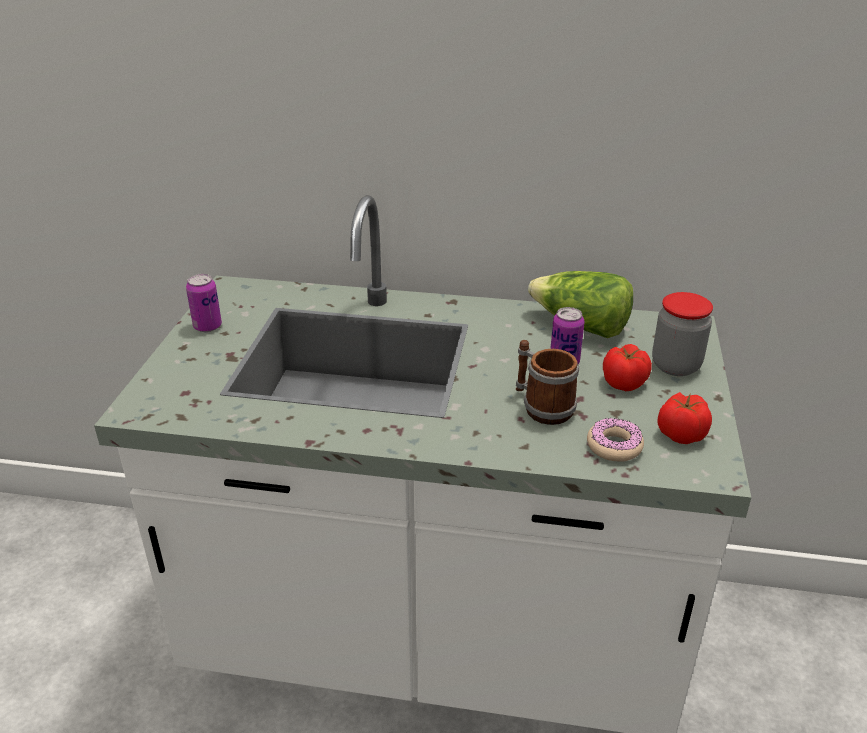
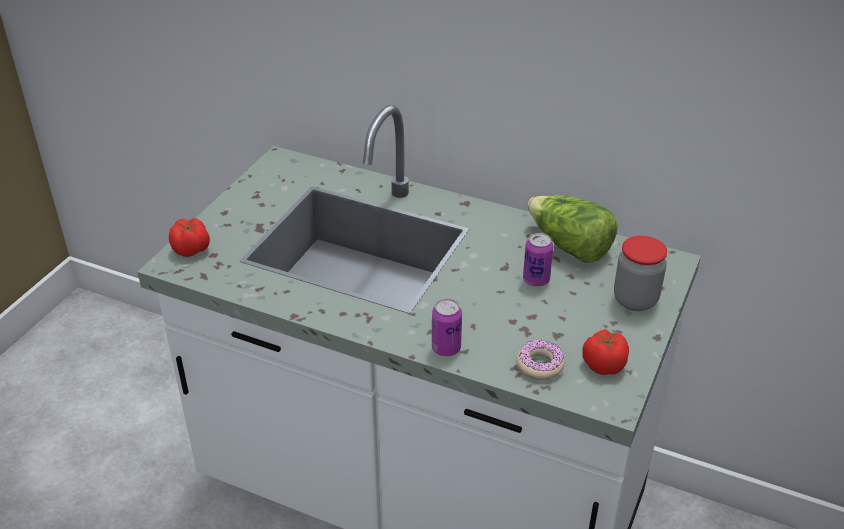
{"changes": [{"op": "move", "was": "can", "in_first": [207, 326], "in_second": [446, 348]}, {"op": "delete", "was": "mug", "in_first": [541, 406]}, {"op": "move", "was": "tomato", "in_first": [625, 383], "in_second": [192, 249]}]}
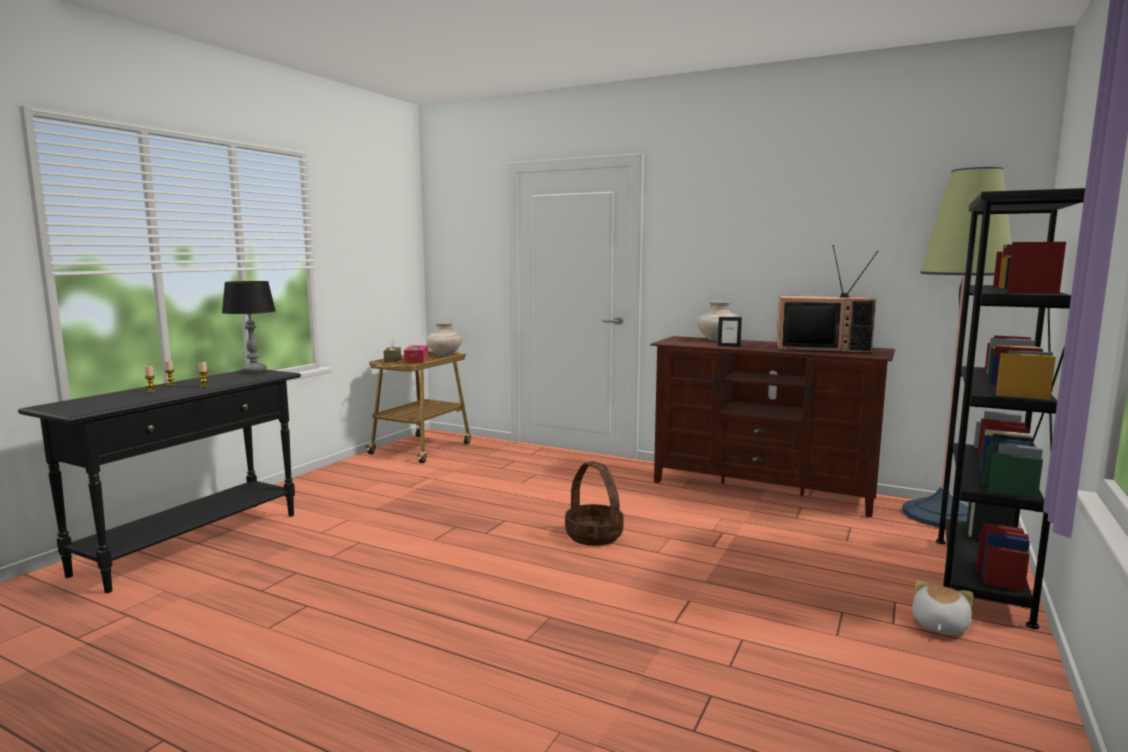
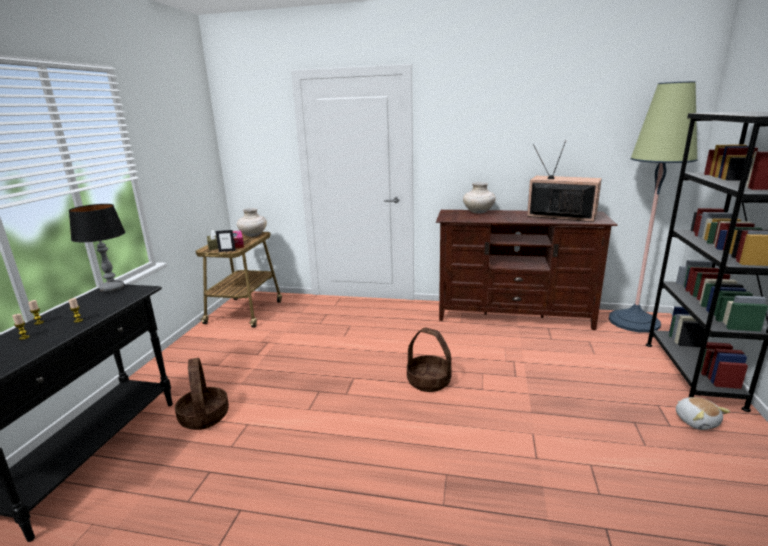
{"changes": [{"op": "rotate", "was": "television", "in_first": [823, 348], "in_second": [560, 216], "clockwise": -150}, {"op": "move", "was": "picture frame", "in_first": [728, 346], "in_second": [227, 251]}, {"op": "rotate", "was": "plush toy", "in_first": [938, 625], "in_second": [696, 421], "clockwise": 150}, {"op": "insert", "now": "basket", "in_second": [204, 416]}]}
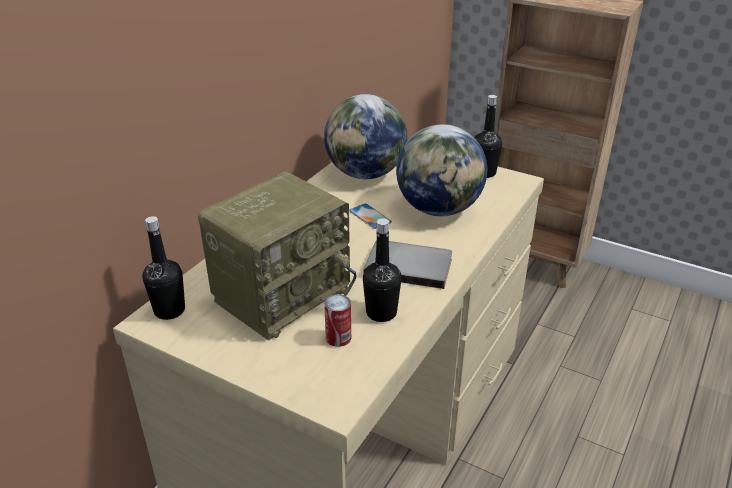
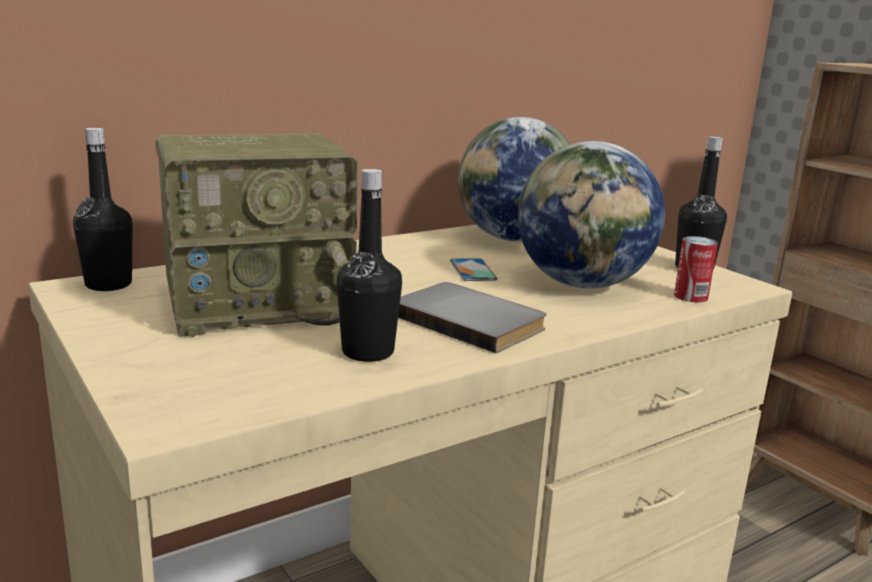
{"changes": [{"op": "move", "was": "can", "in_first": [338, 337], "in_second": [691, 296]}]}
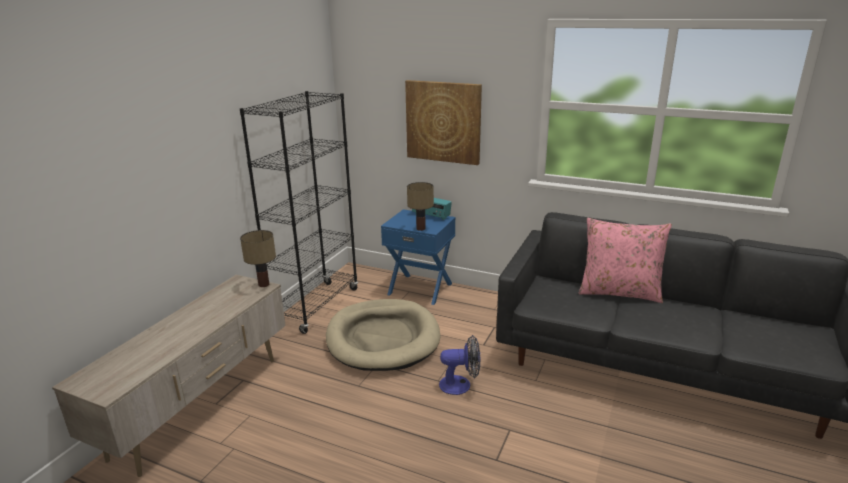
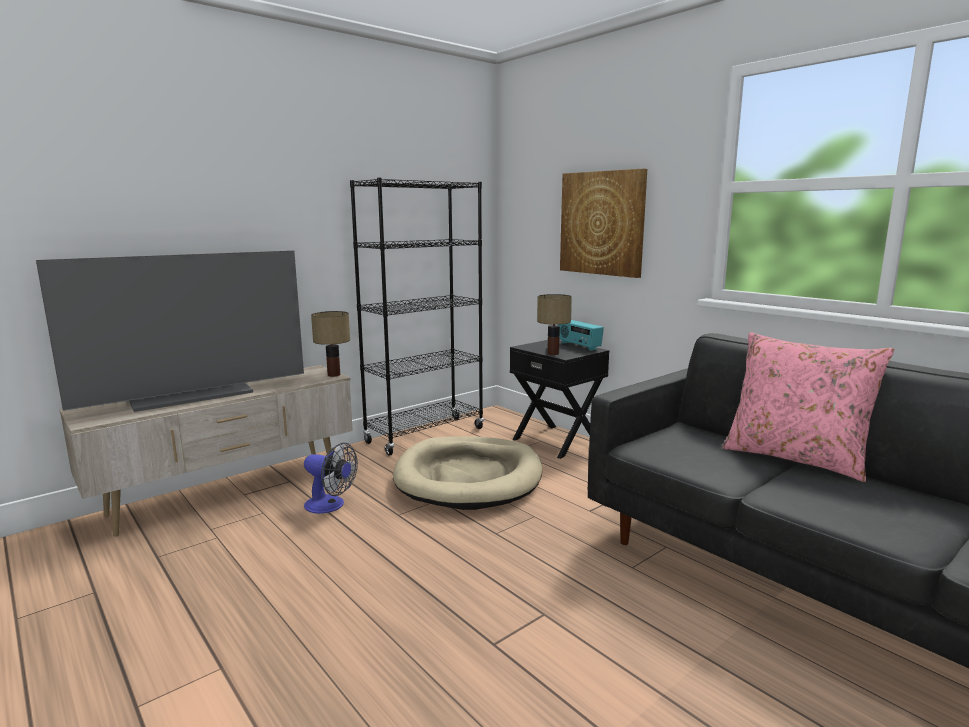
{"changes": [{"op": "recolor", "was": "blue nightstand", "now": "black nightstand", "in_first": [420, 288], "in_second": [557, 441]}, {"op": "move", "was": "fan", "in_first": [461, 385], "in_second": [330, 506]}, {"op": "insert", "now": "television", "in_second": [193, 395]}]}
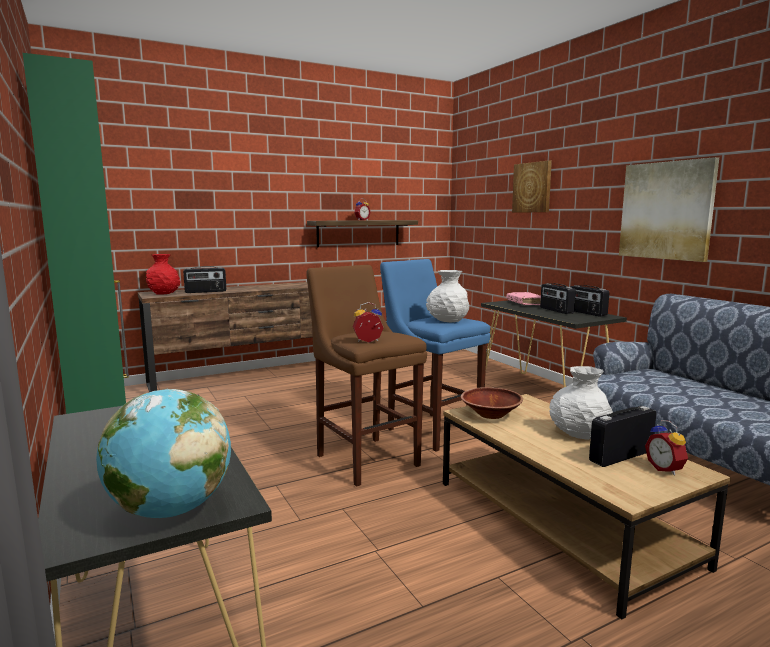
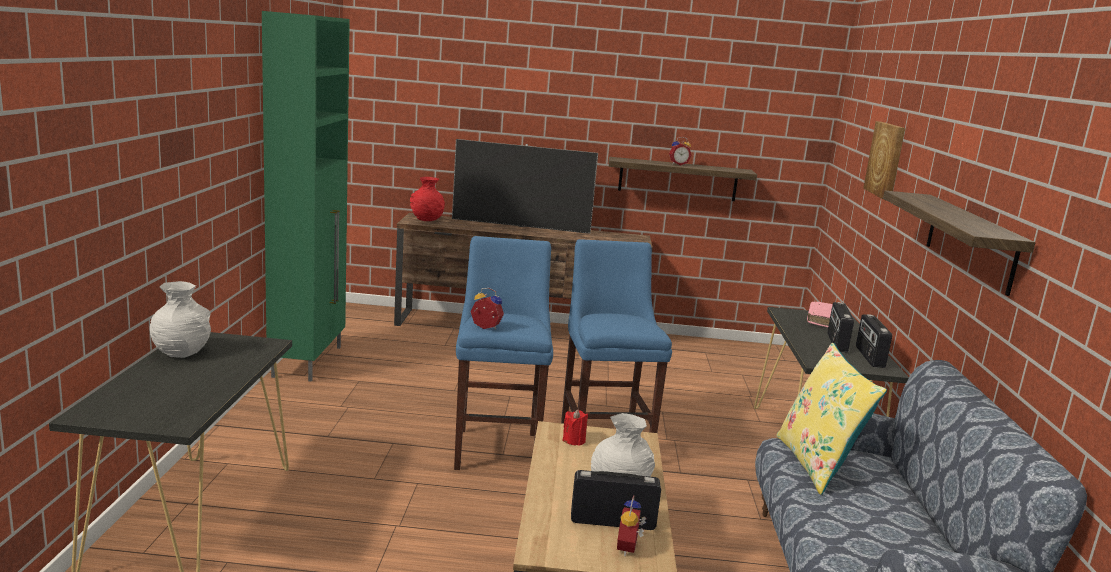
{"changes": [{"op": "replace", "was": "picture", "now": "shelf", "in_first": [666, 210], "in_second": [970, 242]}, {"op": "recolor", "was": "brown stool", "now": "blue stool", "in_first": [365, 458], "in_second": [497, 448]}, {"op": "delete", "was": "radio", "in_first": [205, 292]}, {"op": "move", "was": "white vase", "in_first": [447, 320], "in_second": [181, 351]}, {"op": "replace", "was": "brown bowl", "now": "red candle", "in_first": [491, 414], "in_second": [574, 440]}, {"op": "delete", "was": "globe", "in_first": [170, 510]}, {"op": "insert", "now": "television", "in_second": [520, 226]}, {"op": "insert", "now": "yellow pillow", "in_second": [817, 464]}]}
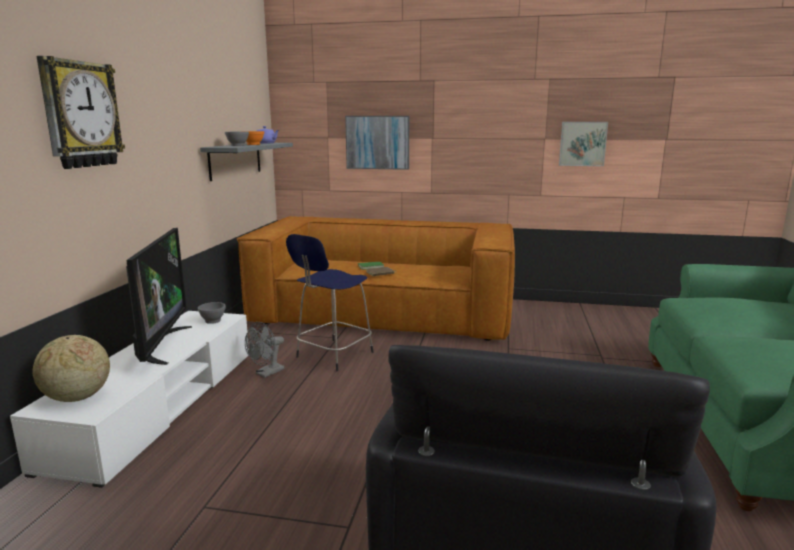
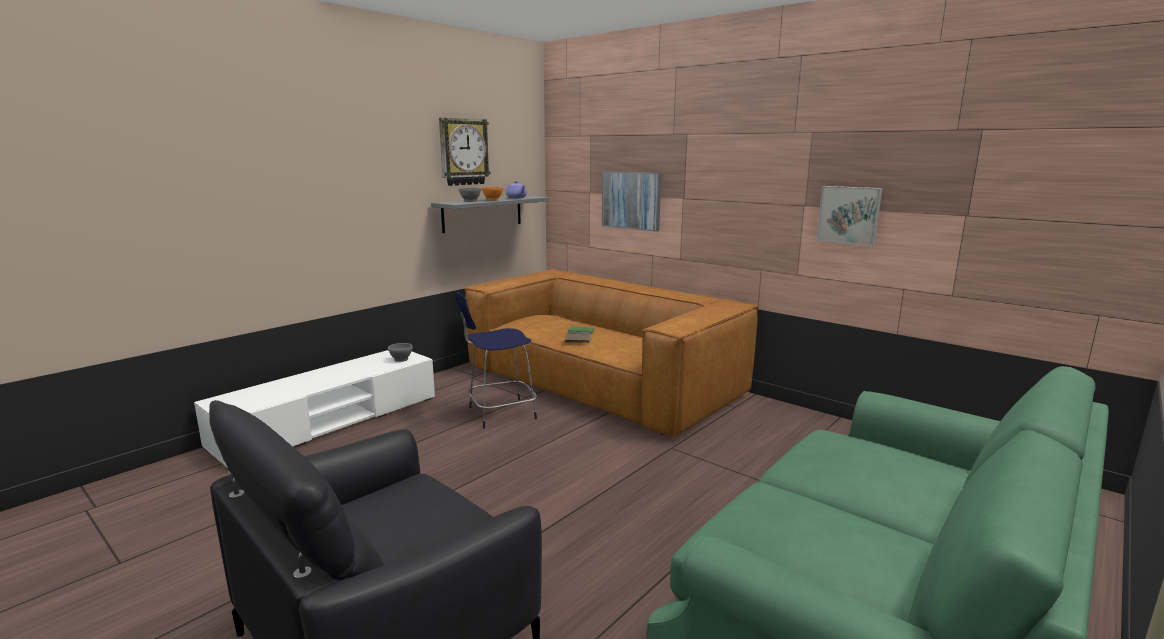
{"changes": [{"op": "move", "was": "wall clock", "in_first": [80, 114], "in_second": [463, 152]}, {"op": "delete", "was": "television", "in_first": [161, 345]}, {"op": "delete", "was": "grey fan", "in_first": [266, 373]}, {"op": "delete", "was": "globe", "in_first": [77, 398]}]}
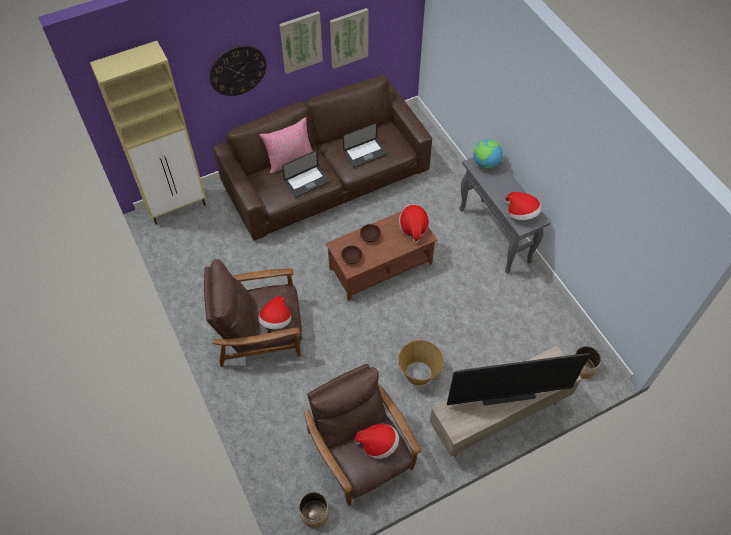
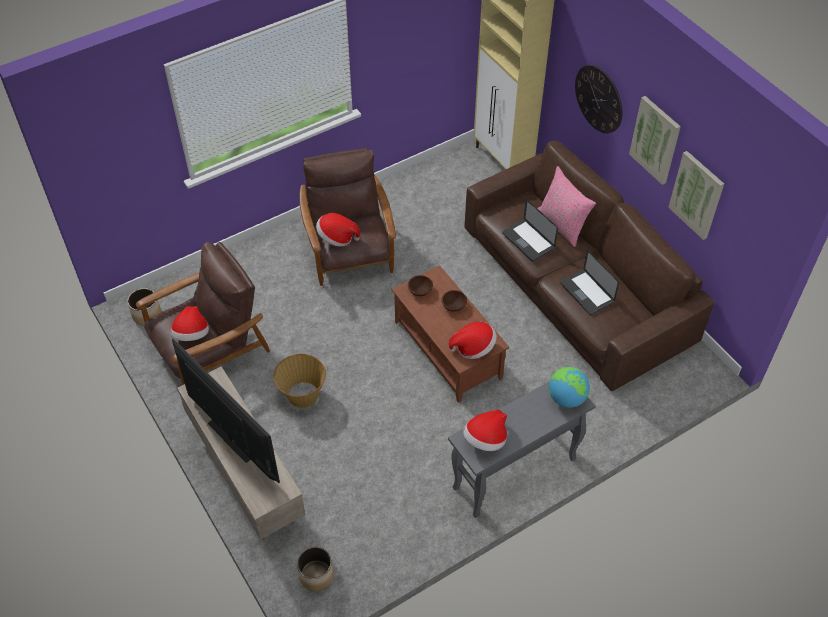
{"changes": [{"op": "rotate", "was": "television", "in_first": [508, 397], "in_second": [231, 439], "clockwise": 150}]}
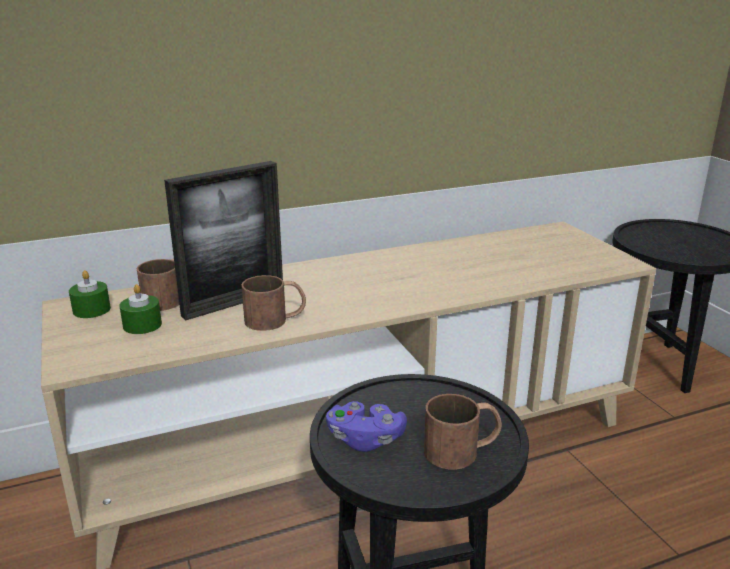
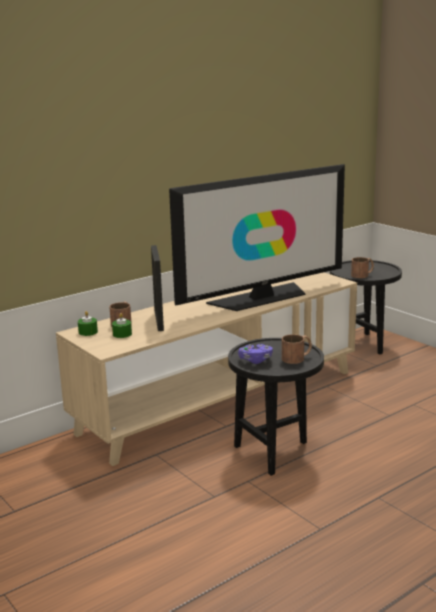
{"changes": [{"op": "rotate", "was": "picture frame", "in_first": [234, 303], "in_second": [159, 321], "clockwise": 135}, {"op": "move", "was": "brown mug", "in_first": [276, 319], "in_second": [363, 274]}, {"op": "insert", "now": "television", "in_second": [261, 298]}]}
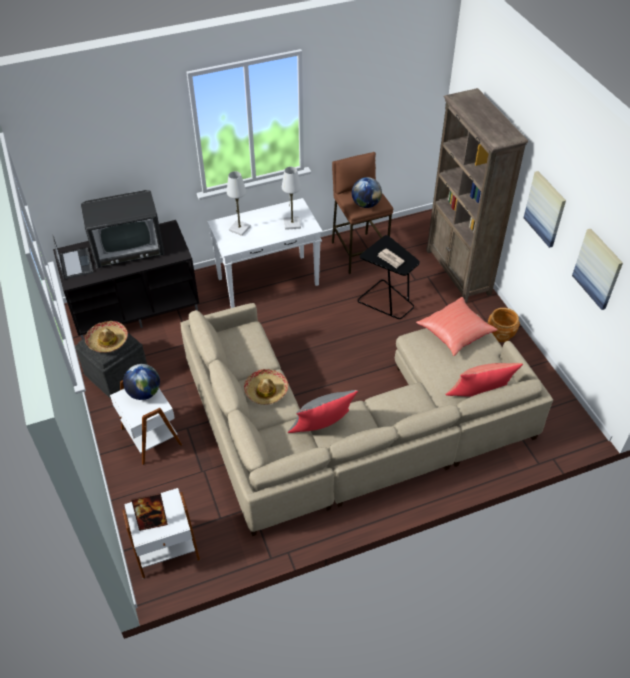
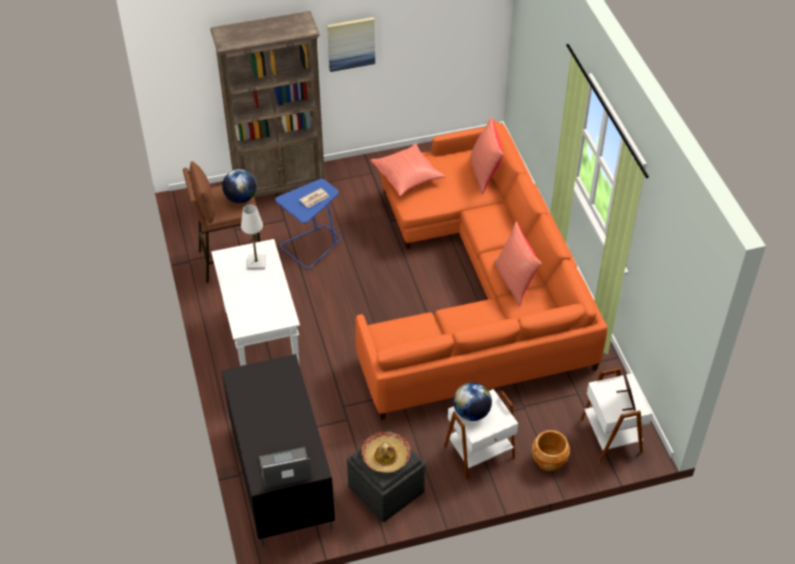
{"changes": [{"op": "delete", "was": "white table lamp", "in_first": [239, 228]}, {"op": "delete", "was": "television", "in_first": [128, 248]}, {"op": "delete", "was": "picture", "in_first": [598, 269]}, {"op": "recolor", "was": "black side table", "now": "blue side table", "in_first": [387, 301], "in_second": [312, 245]}, {"op": "recolor", "was": "beige sofa", "now": "orange sofa", "in_first": [353, 427], "in_second": [477, 288]}, {"op": "move", "was": "brown planter", "in_first": [500, 334], "in_second": [549, 460]}, {"op": "delete", "was": "hat", "in_first": [266, 391]}, {"op": "recolor", "was": "grey pillow", "now": "red pillow", "in_first": [322, 428], "in_second": [515, 281]}]}
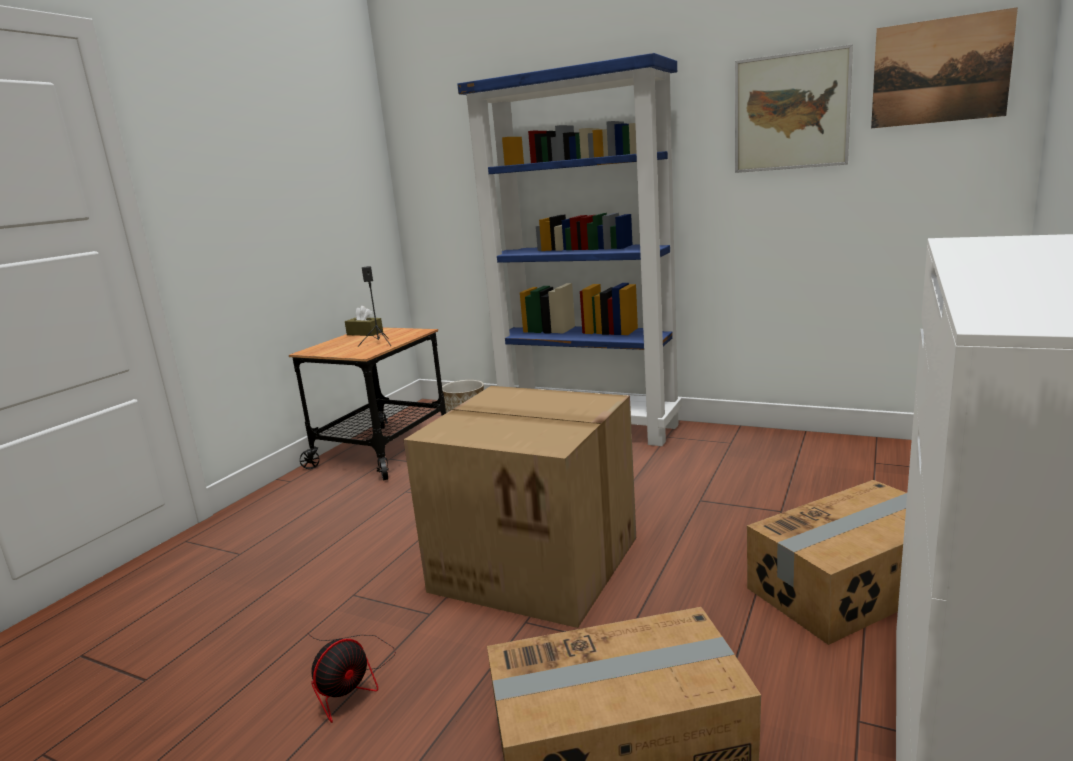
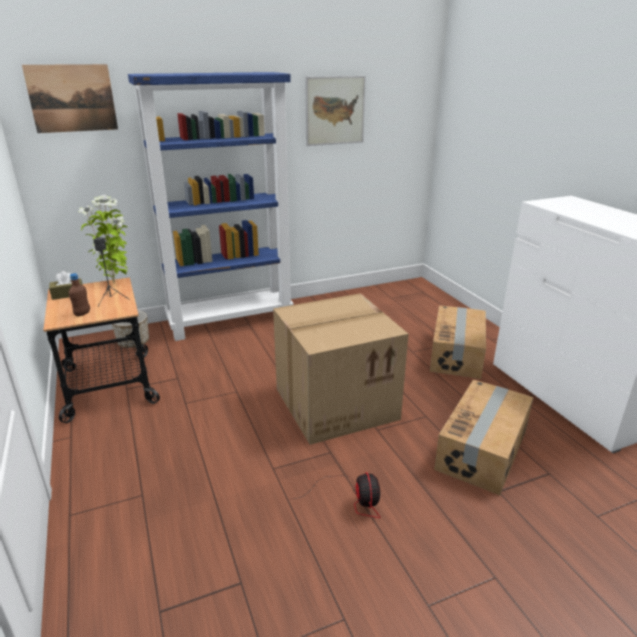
{"changes": [{"op": "move", "was": "picture", "in_first": [940, 71], "in_second": [72, 98]}, {"op": "insert", "now": "potted plant", "in_second": [115, 282]}, {"op": "insert", "now": "brown bottle", "in_second": [82, 314]}]}
